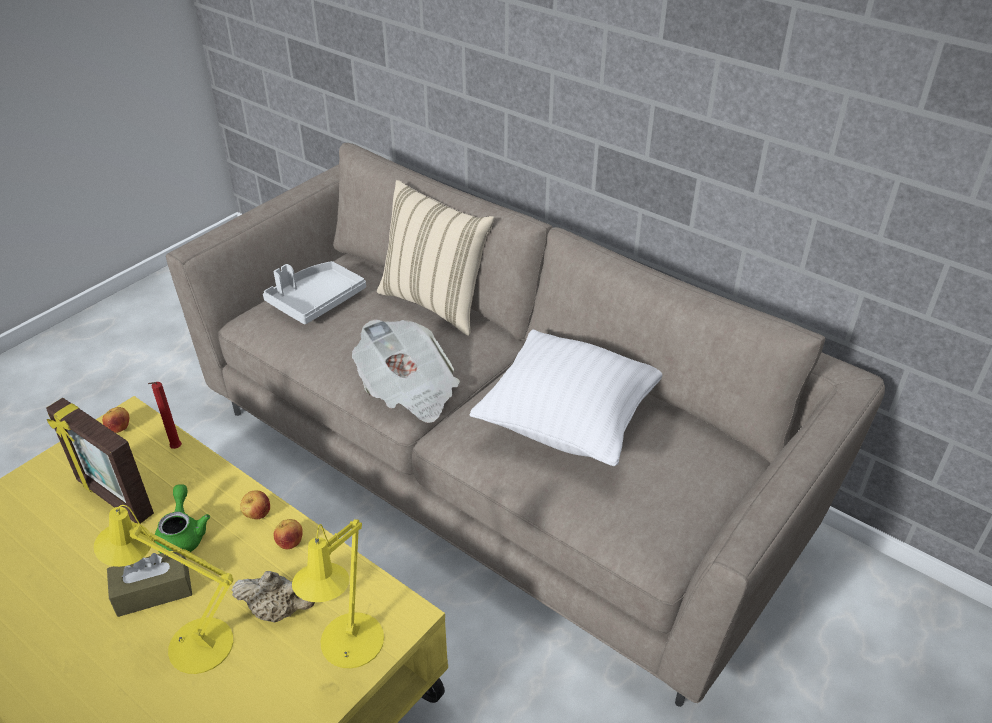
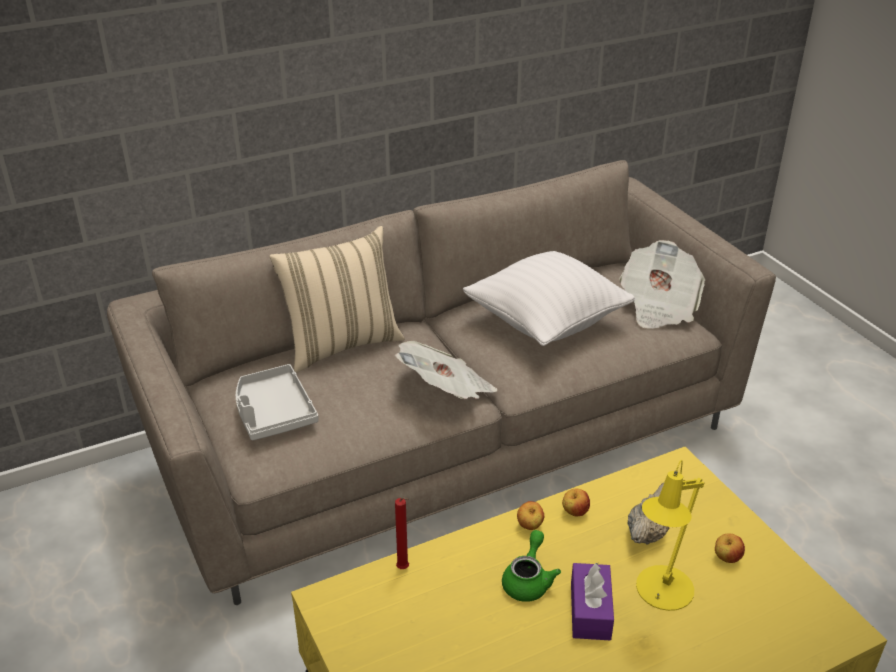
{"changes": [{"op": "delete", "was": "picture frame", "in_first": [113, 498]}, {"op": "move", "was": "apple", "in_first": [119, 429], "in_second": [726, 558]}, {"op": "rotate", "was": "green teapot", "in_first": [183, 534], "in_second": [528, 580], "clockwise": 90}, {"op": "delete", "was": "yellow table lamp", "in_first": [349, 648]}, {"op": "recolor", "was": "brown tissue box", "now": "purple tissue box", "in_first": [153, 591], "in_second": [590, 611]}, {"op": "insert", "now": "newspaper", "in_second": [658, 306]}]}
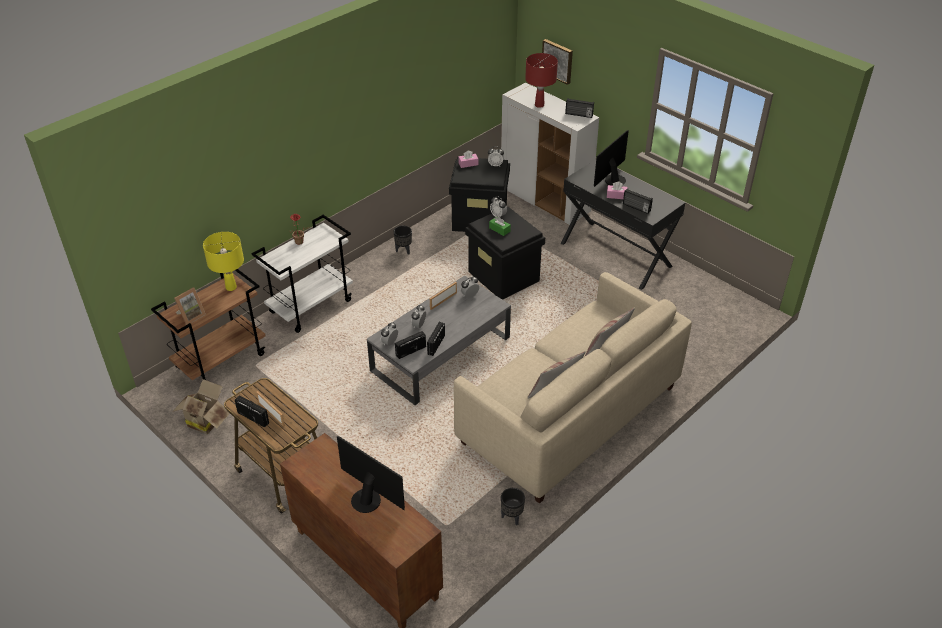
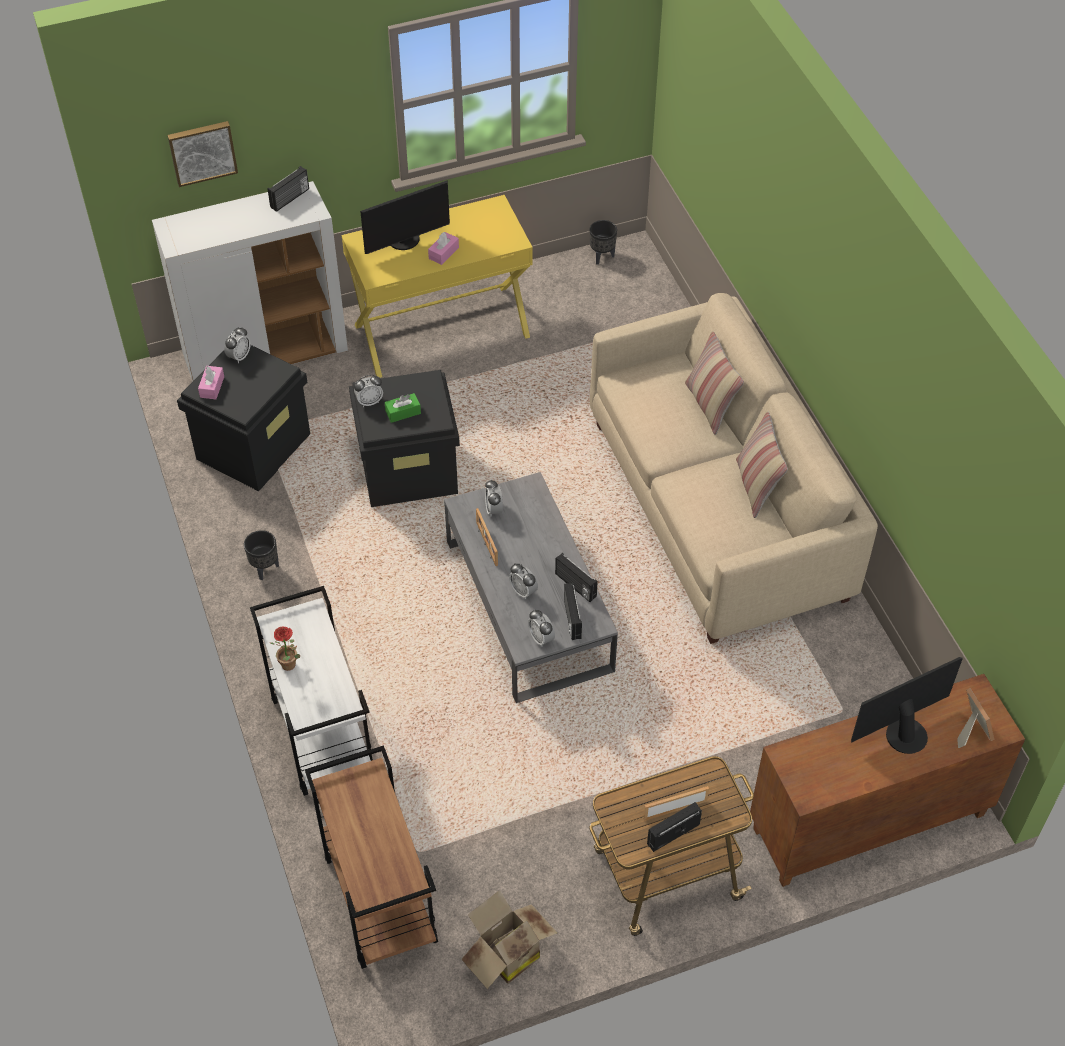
{"changes": [{"op": "delete", "was": "red table lamp", "in_first": [539, 105]}, {"op": "rotate", "was": "monitor", "in_first": [613, 180], "in_second": [405, 241], "clockwise": -90}, {"op": "recolor", "was": "black desk", "now": "yellow desk", "in_first": [616, 254], "in_second": [441, 330]}, {"op": "delete", "was": "radio", "in_first": [636, 207]}, {"op": "delete", "was": "yellow table lamp", "in_first": [231, 287]}, {"op": "move", "was": "picture frame", "in_first": [191, 316], "in_second": [970, 730]}, {"op": "move", "was": "black planter", "in_first": [511, 517], "in_second": [601, 257]}]}
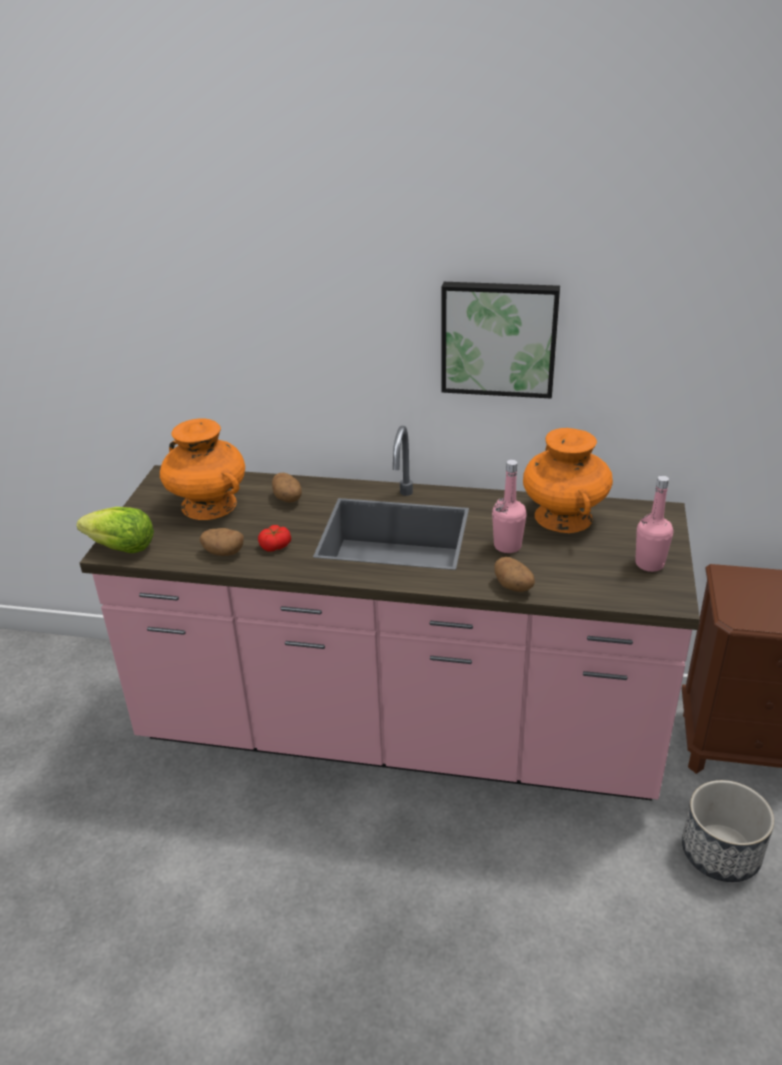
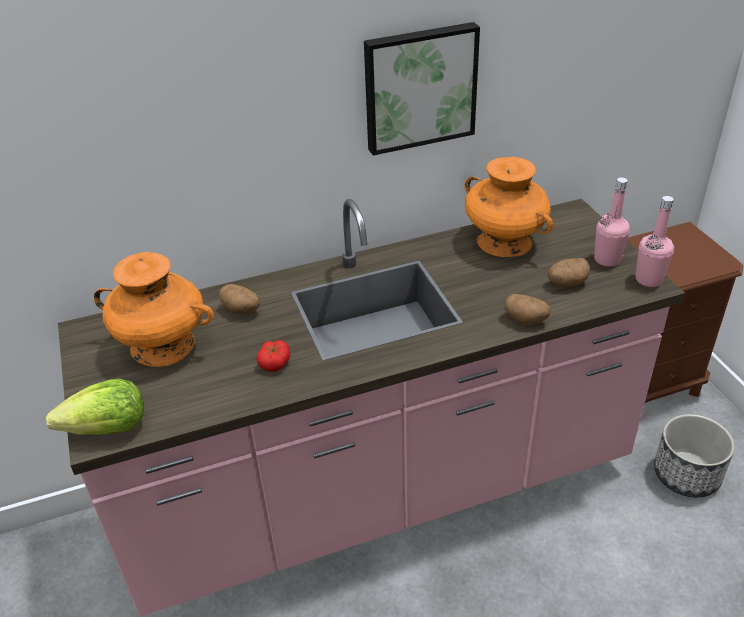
{"changes": [{"op": "move", "was": "pink bottle", "in_first": [507, 546], "in_second": [649, 279]}, {"op": "move", "was": "potato", "in_first": [223, 552], "in_second": [566, 283]}]}
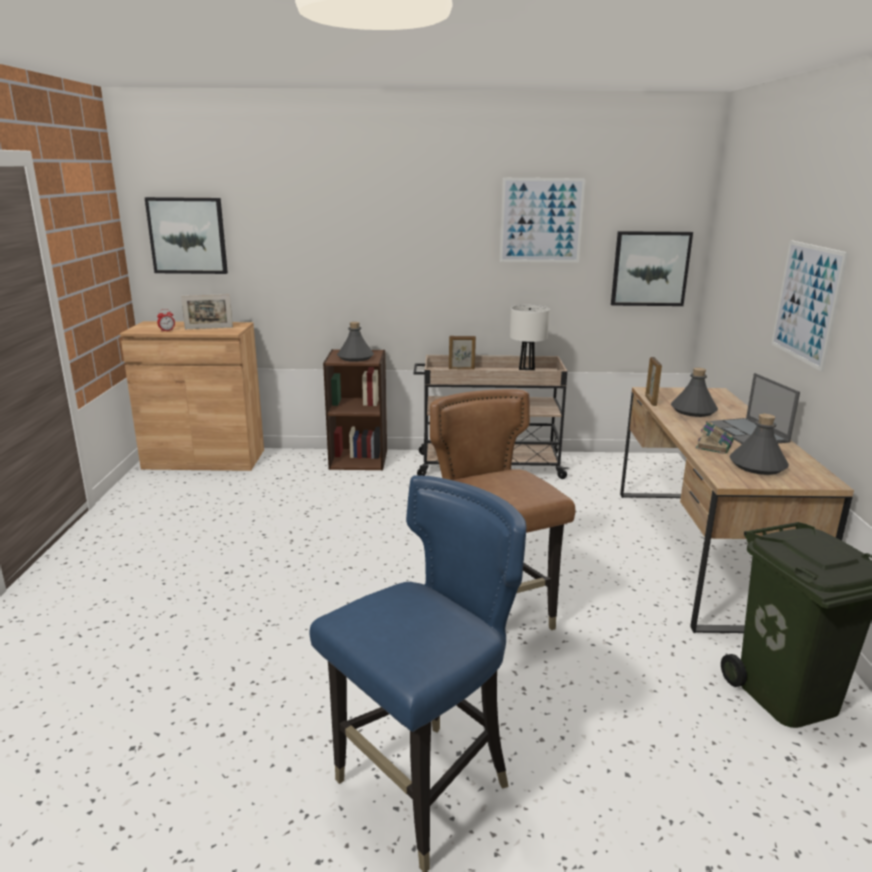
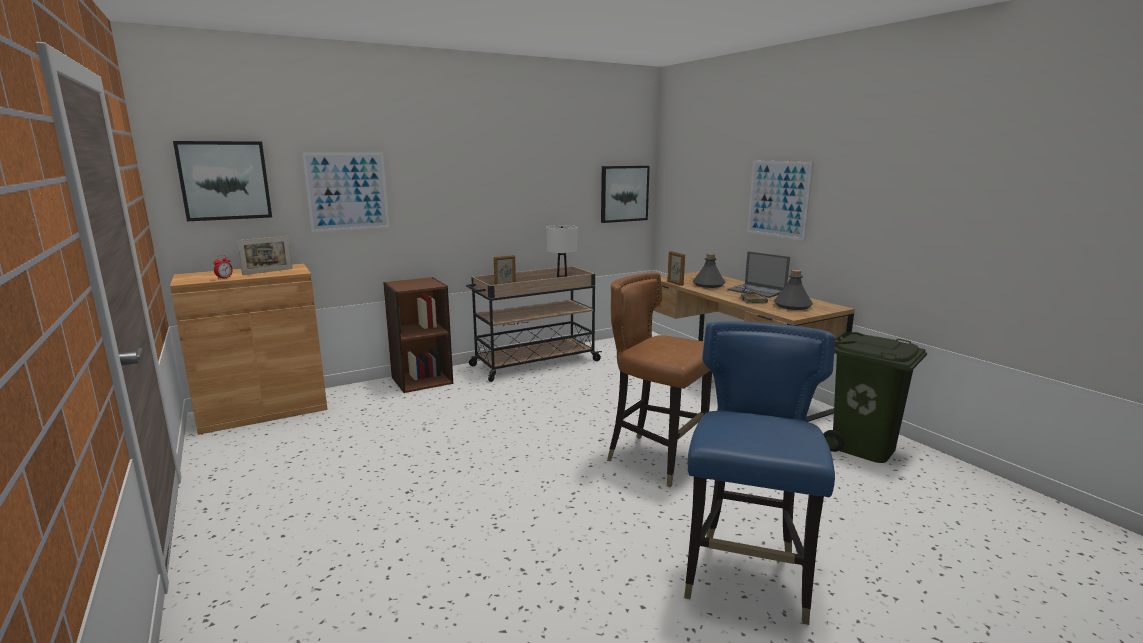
{"changes": [{"op": "move", "was": "picture", "in_first": [541, 220], "in_second": [347, 191]}, {"op": "delete", "was": "grey bottle", "in_first": [355, 357]}]}
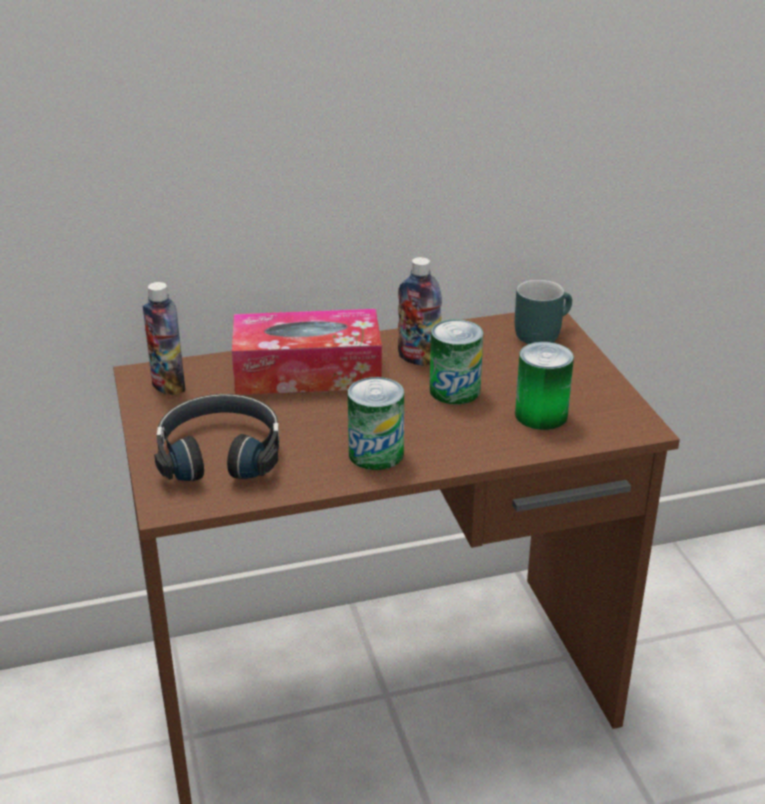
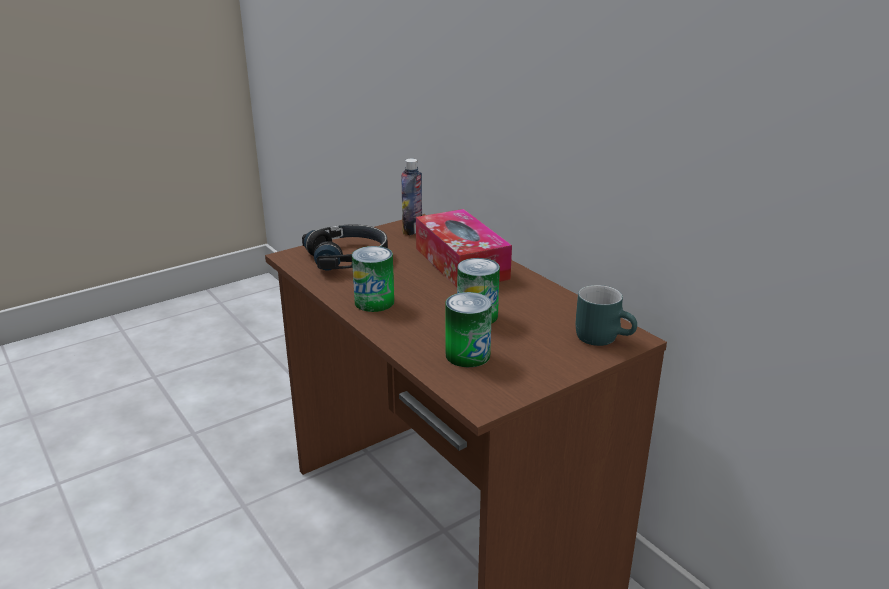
{"changes": [{"op": "delete", "was": "bottle", "in_first": [418, 358]}]}
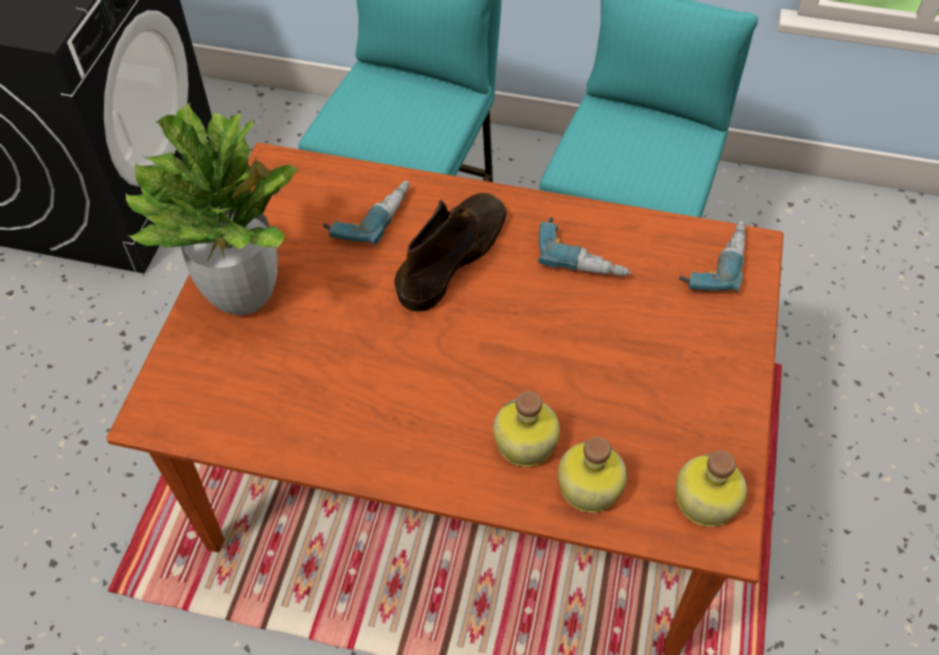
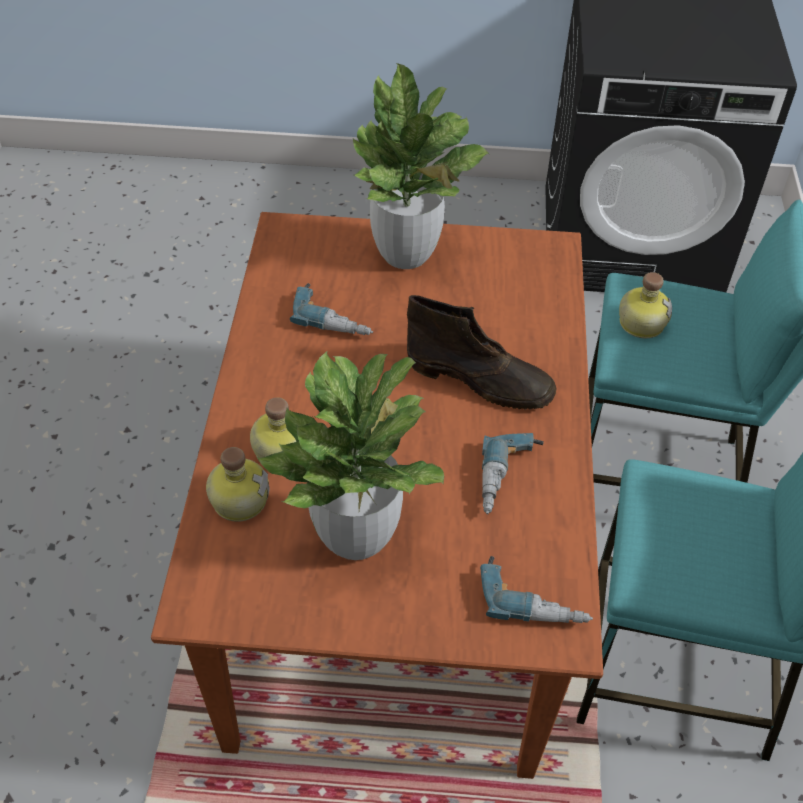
{"changes": [{"op": "move", "was": "power drill", "in_first": [369, 215], "in_second": [334, 318]}, {"op": "move", "was": "bottle", "in_first": [703, 501], "in_second": [640, 322]}, {"op": "insert", "now": "potted plant", "in_second": [356, 535]}]}
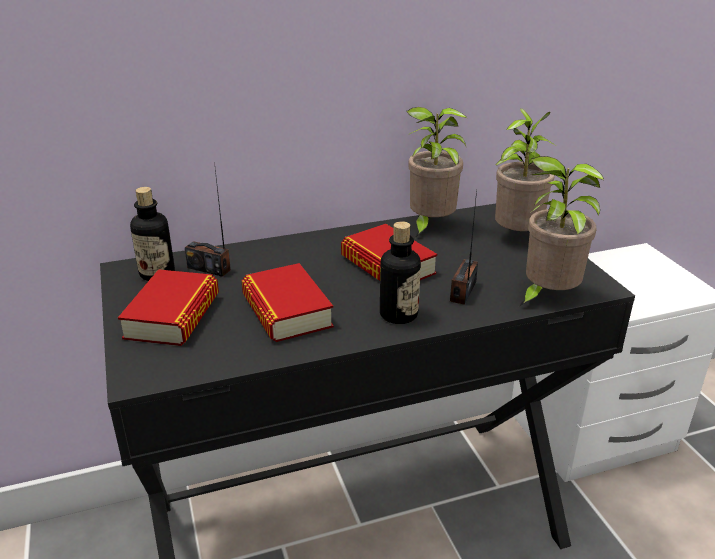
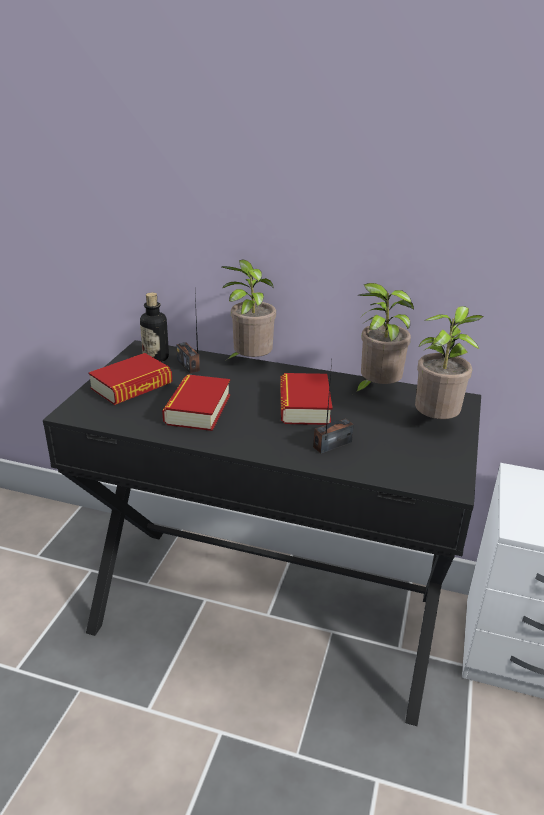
{"changes": [{"op": "move", "was": "potted plant", "in_first": [546, 297], "in_second": [250, 363]}, {"op": "delete", "was": "bottle", "in_first": [398, 314]}]}
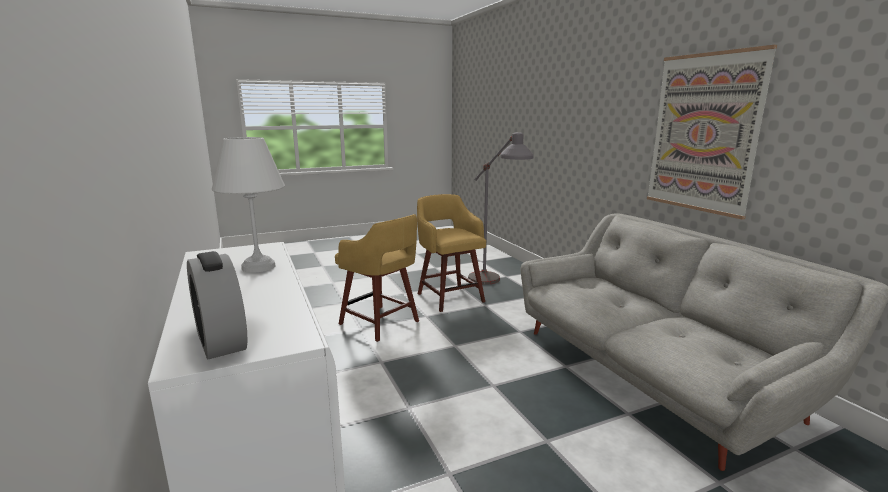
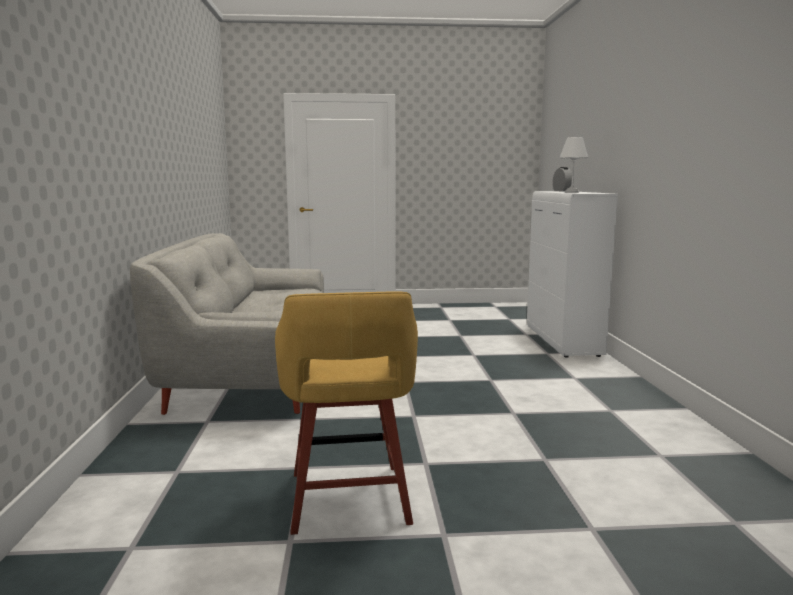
{"changes": [{"op": "delete", "was": "picture", "in_first": [703, 133]}, {"op": "delete", "was": "grey floor lamp", "in_first": [493, 286]}, {"op": "delete", "was": "yellow stool", "in_first": [380, 323]}]}
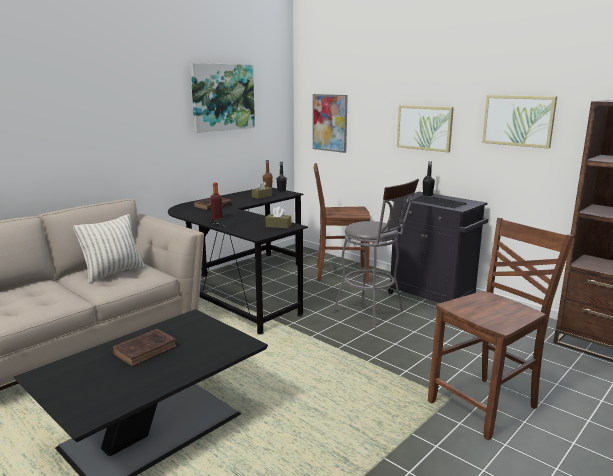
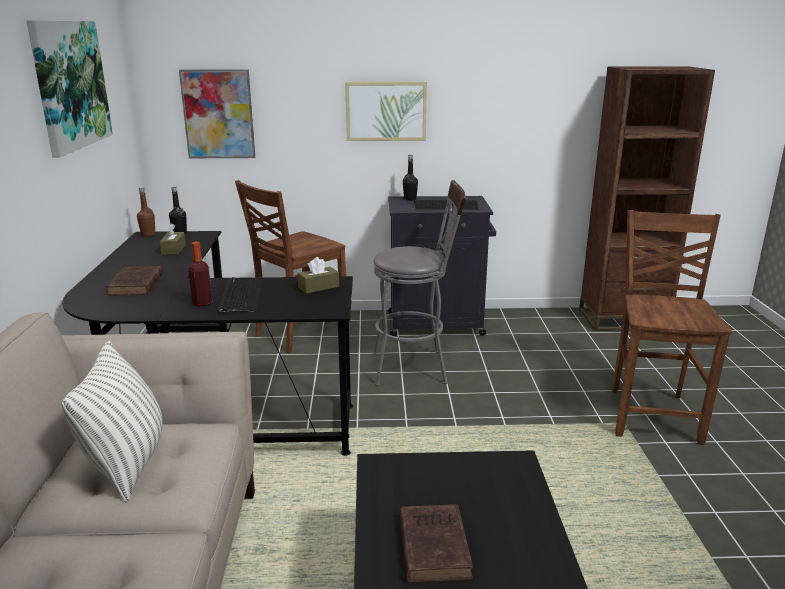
{"changes": [{"op": "delete", "was": "picture", "in_first": [518, 120]}]}
